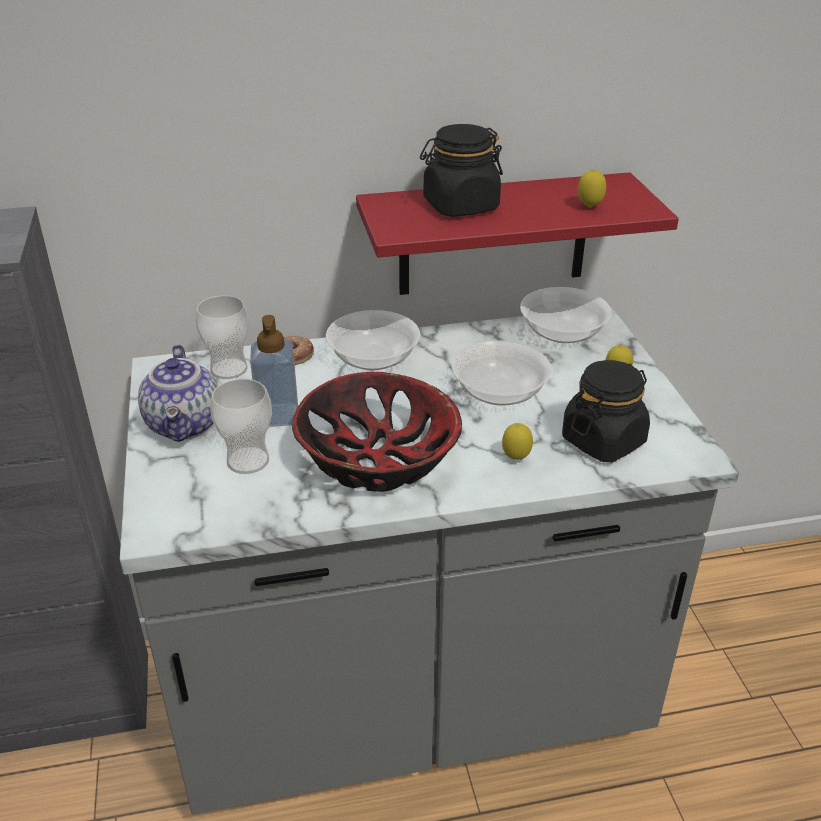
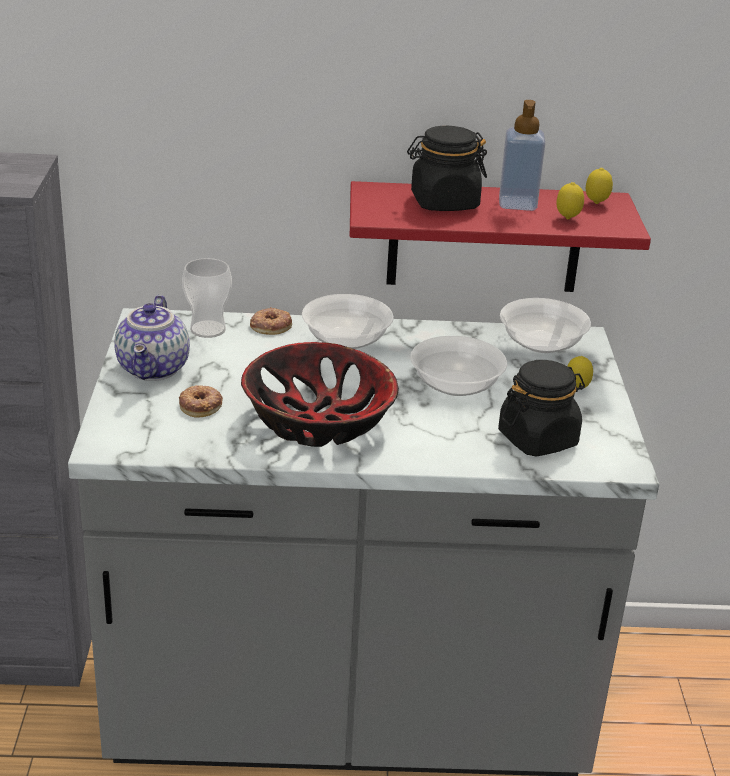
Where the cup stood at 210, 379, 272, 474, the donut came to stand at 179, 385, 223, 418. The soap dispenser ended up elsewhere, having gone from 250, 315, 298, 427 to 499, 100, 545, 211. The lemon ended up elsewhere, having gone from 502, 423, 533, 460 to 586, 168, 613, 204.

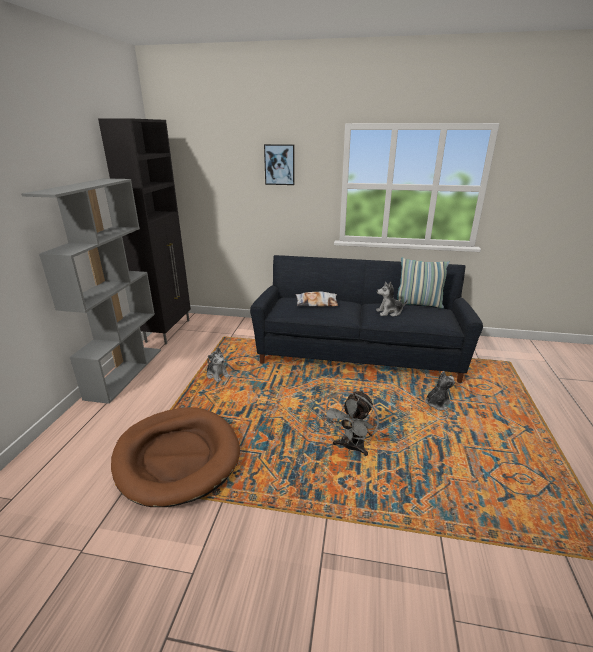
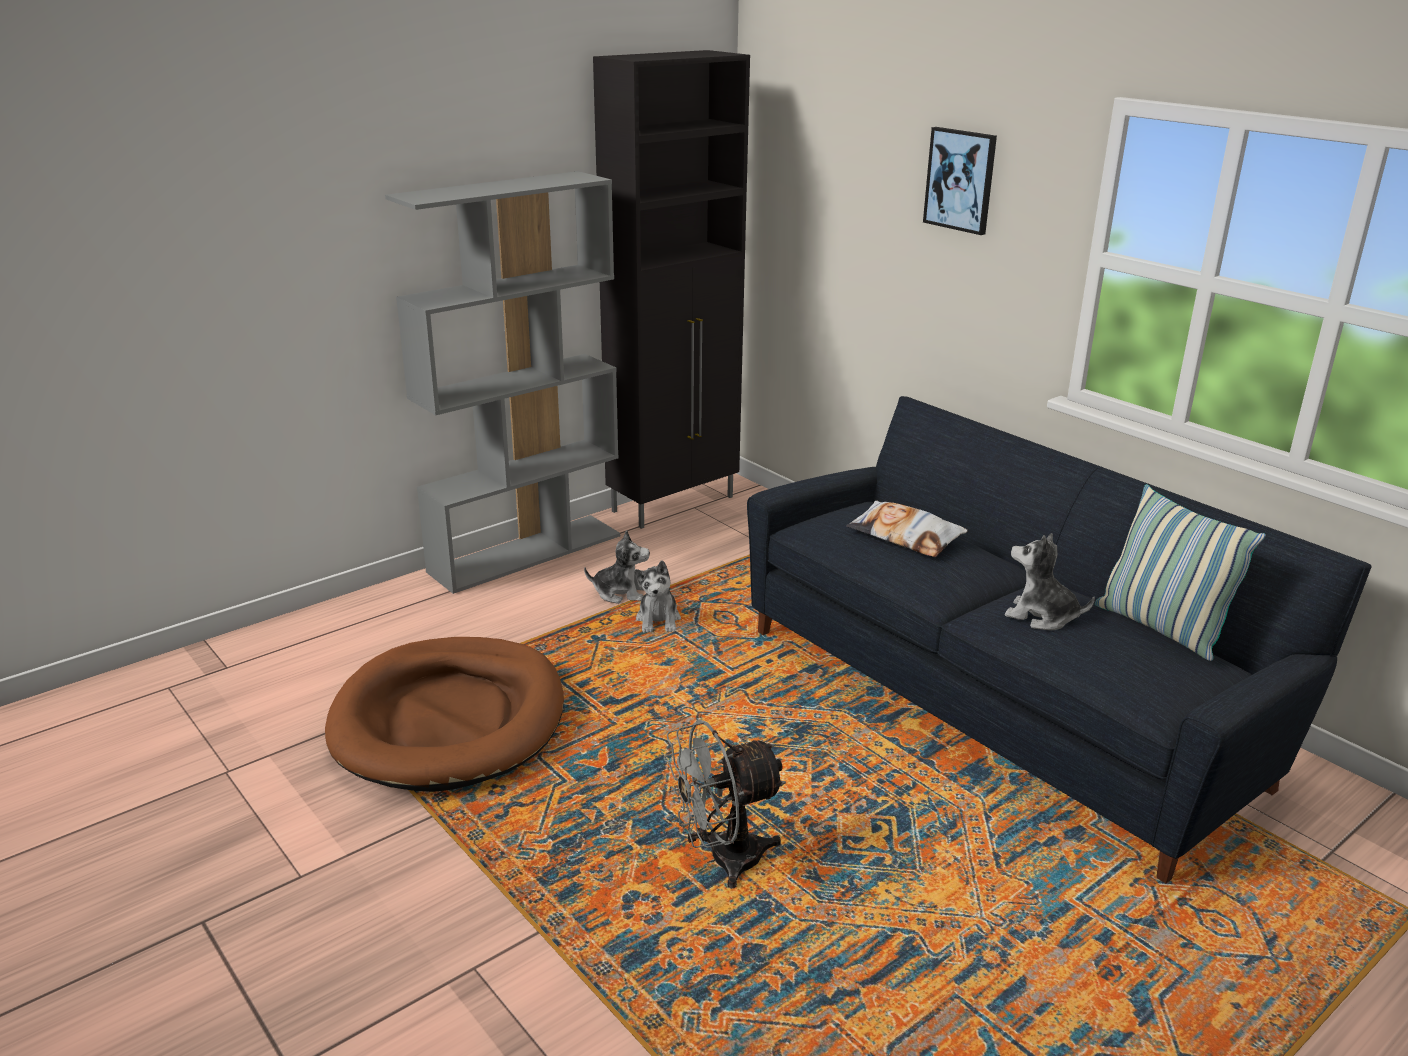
The plush toy ended up elsewhere, having gone from 425, 371, 455, 410 to 584, 530, 650, 604.

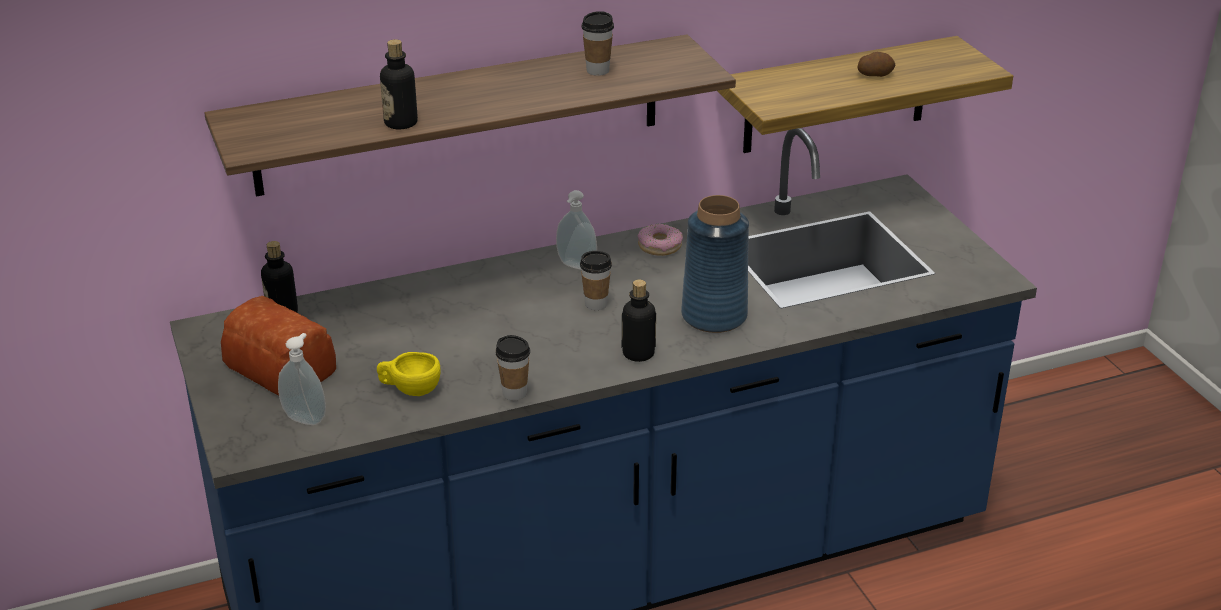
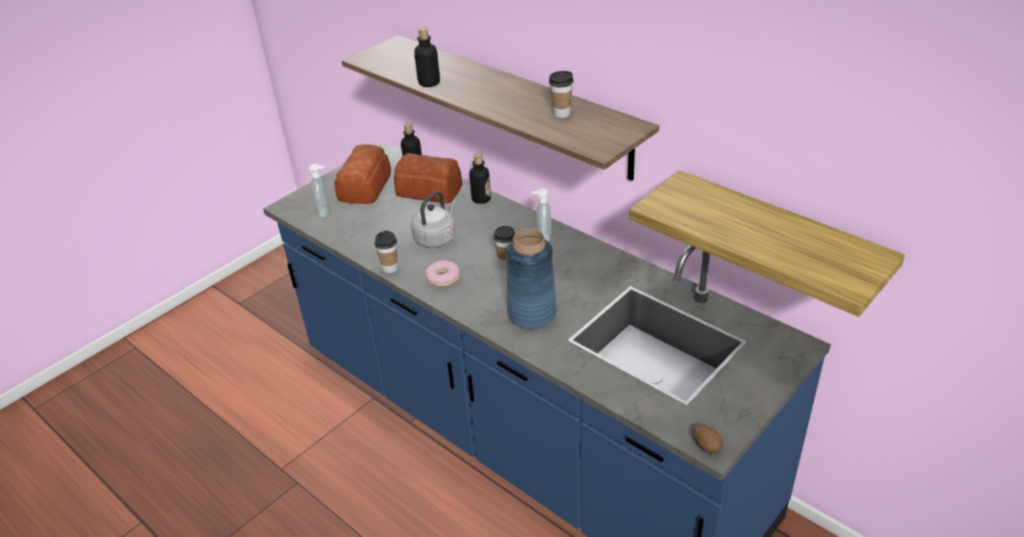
The second view lost the yellow cup at 377, 352, 440, 396. The bottle ended up elsewhere, having gone from 622, 280, 656, 362 to 469, 153, 491, 204. The donut ended up elsewhere, having gone from 638, 224, 683, 256 to 426, 260, 460, 287. The potato ended up elsewhere, having gone from 857, 52, 895, 77 to 692, 424, 723, 454. The second view gained the bread at 394, 153, 463, 204. The second view gained the grey kettle at 411, 191, 457, 248.

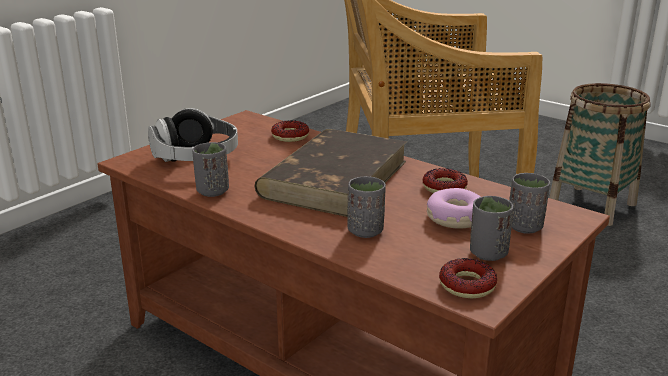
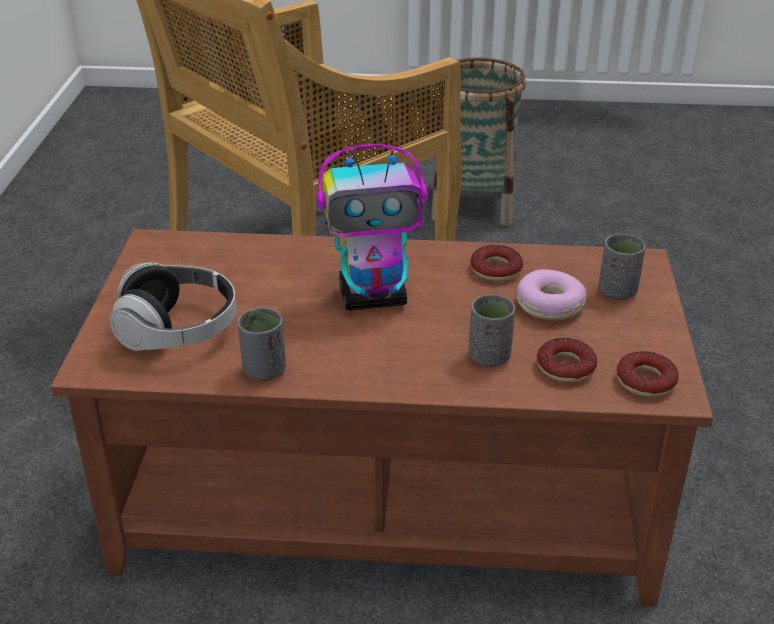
Where the brown book stood at 255, 129, 407, 217, the toy robot came to stand at 316, 144, 428, 311. The donut ended up elsewhere, having gone from 271, 120, 309, 142 to 537, 338, 597, 383. The second view lost the grey cup at 470, 196, 513, 261.

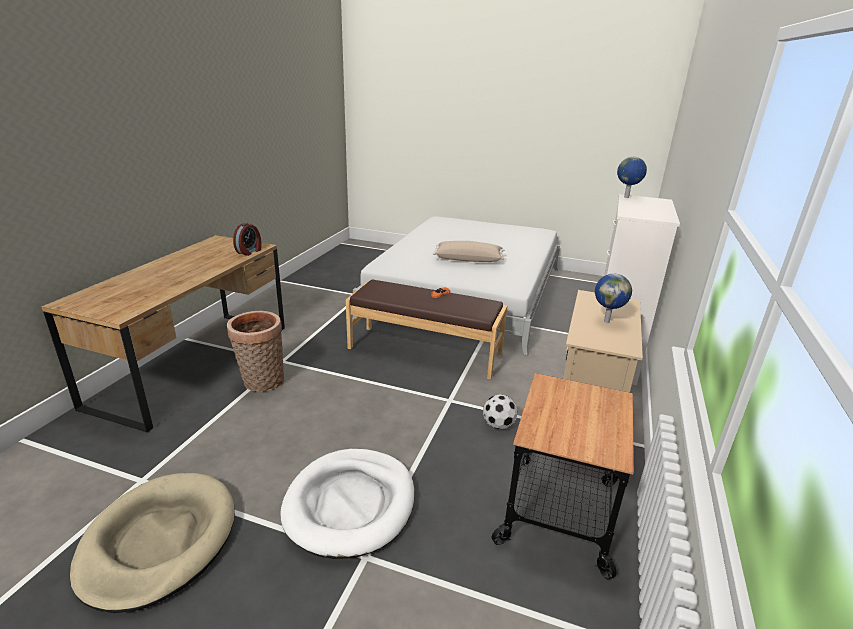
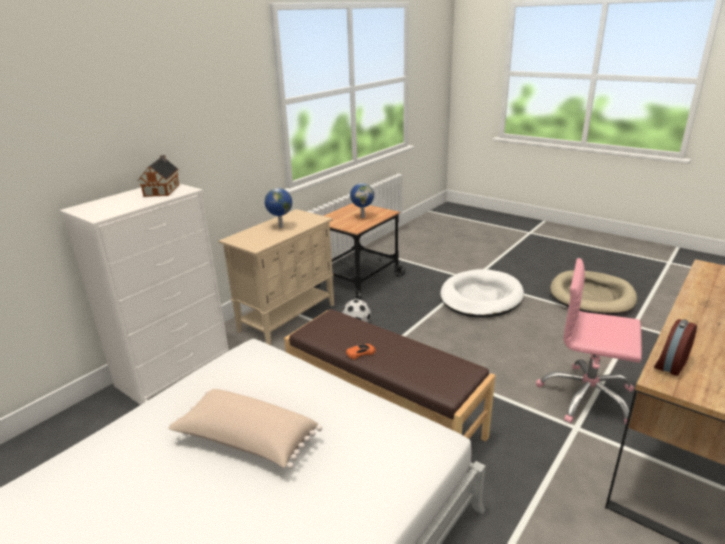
Where the basket stood at 227, 311, 284, 392, the pink office chair came to stand at 536, 258, 642, 425. The globe ended up elsewhere, having gone from 617, 157, 647, 198 to 350, 183, 374, 218. The second view gained the toy house at 138, 155, 179, 197.

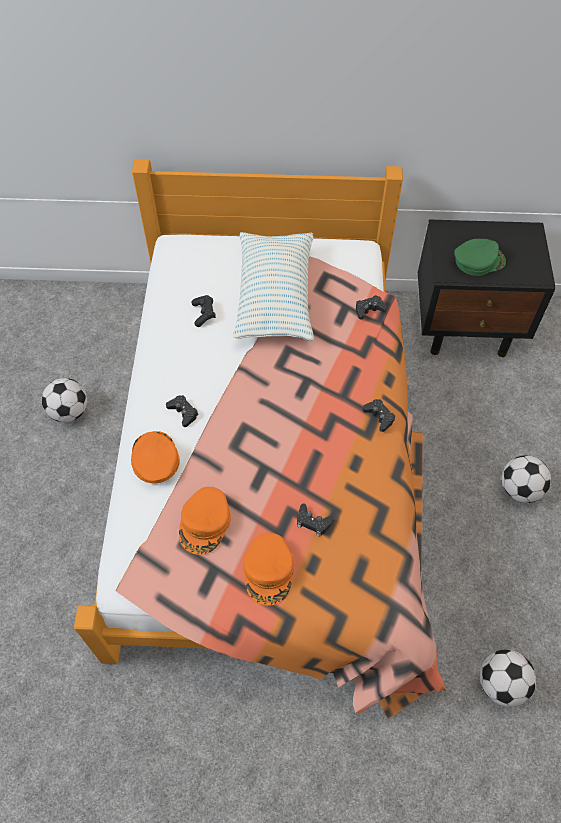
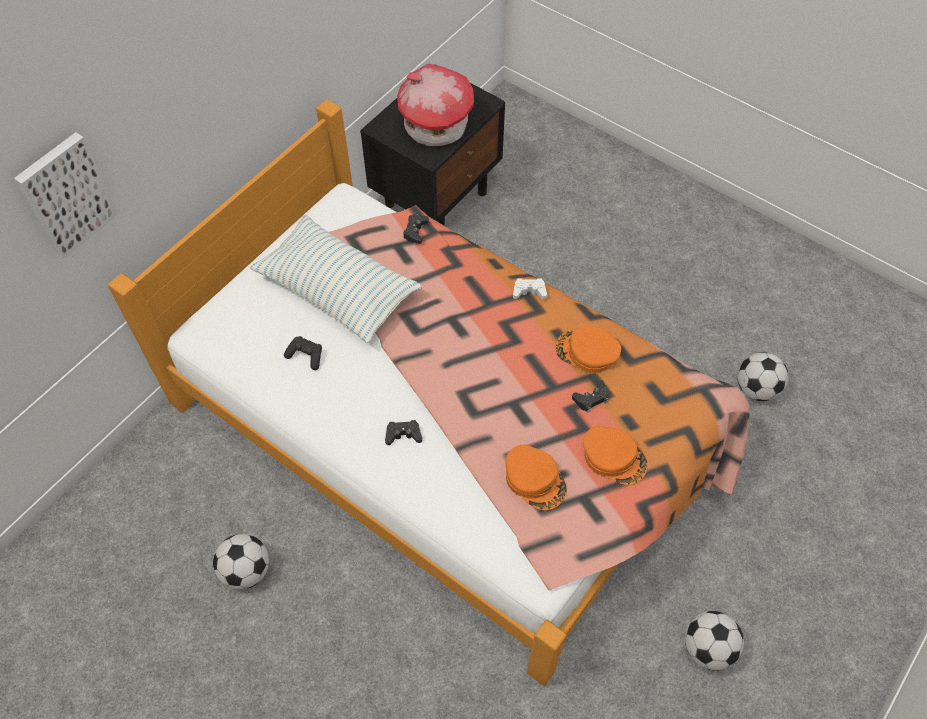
The orange cap ended up elsewhere, having gone from 131, 431, 180, 483 to 555, 326, 621, 373. What was the black game controller at 362, 399, 395, 432 turned into the white game controller at 513, 278, 547, 299. Where the green cap stood at 454, 239, 506, 276, the toy house came to stand at 397, 63, 474, 146. The football ended up elsewhere, having gone from 502, 455, 551, 503 to 685, 611, 744, 670. The second view gained the picture at 14, 132, 119, 258.

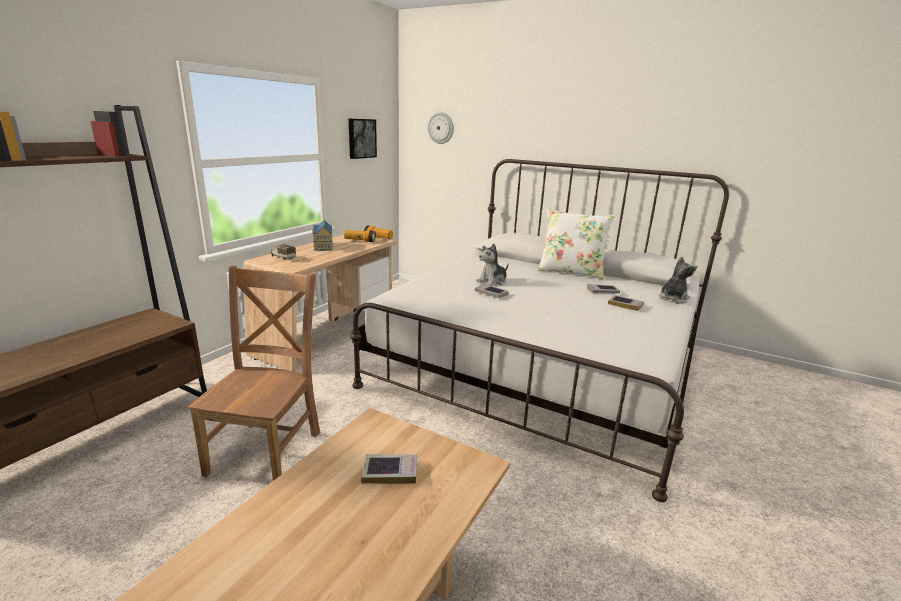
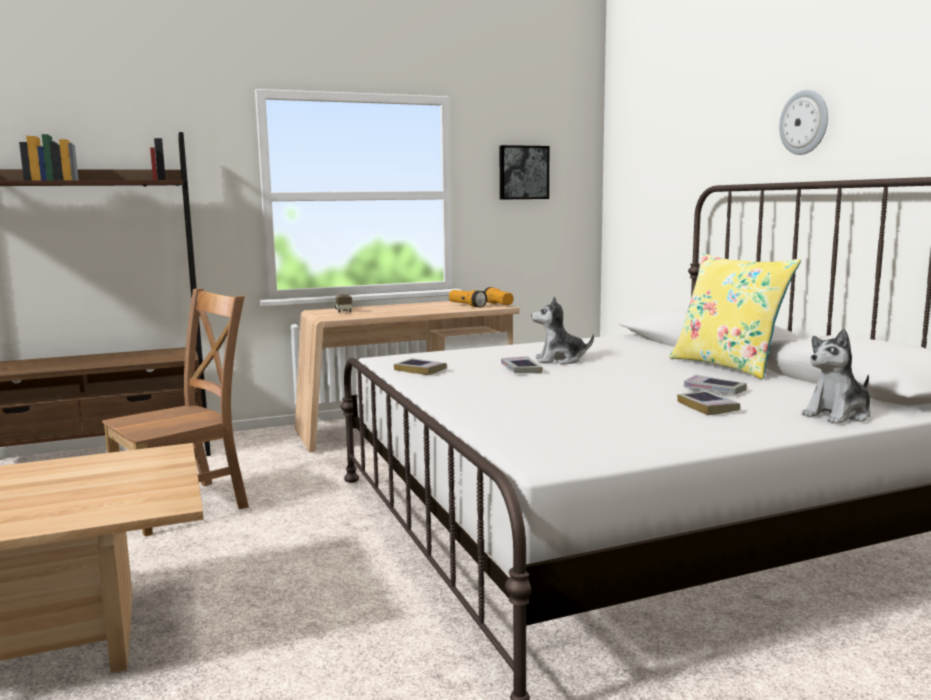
The second view lost the toy house at 313, 220, 333, 251. The book ended up elsewhere, having gone from 361, 454, 417, 484 to 394, 358, 447, 375. The wall clock ended up elsewhere, having gone from 428, 112, 454, 144 to 779, 90, 828, 155. What was the white pillow at 537, 208, 615, 280 turned into the yellow pillow at 669, 253, 801, 379. The plush toy at 659, 257, 697, 304 ended up facing another way, 150 degrees clockwise from before.

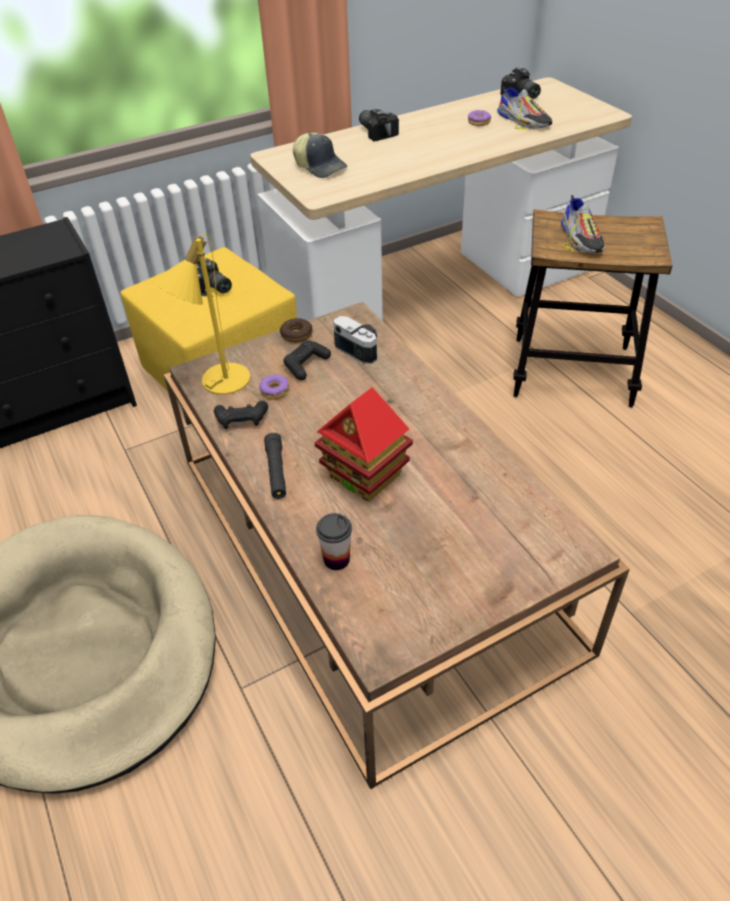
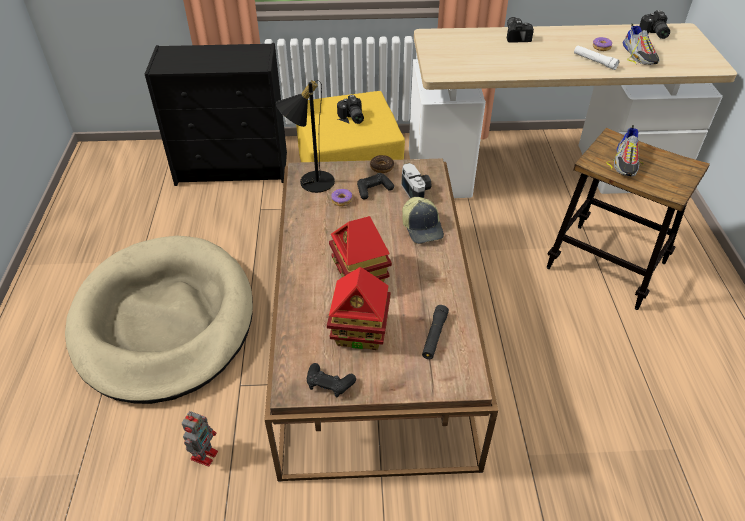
What was the yellow table lamp at 152, 234, 250, 395 turned into the black table lamp at 276, 80, 335, 193. The black game controller ended up elsewhere, having gone from 214, 401, 268, 429 to 307, 363, 356, 397. The black flashlight ended up elsewhere, having gone from 264, 433, 286, 499 to 422, 305, 449, 359. The cap ended up elsewhere, having gone from 293, 133, 347, 178 to 402, 197, 444, 244. The second view lost the cup at 316, 513, 352, 570. The second view gained the toy robot at 182, 411, 218, 467. The second view gained the toy house at 327, 267, 391, 350. The second view gained the white flashlight at 574, 46, 620, 70.

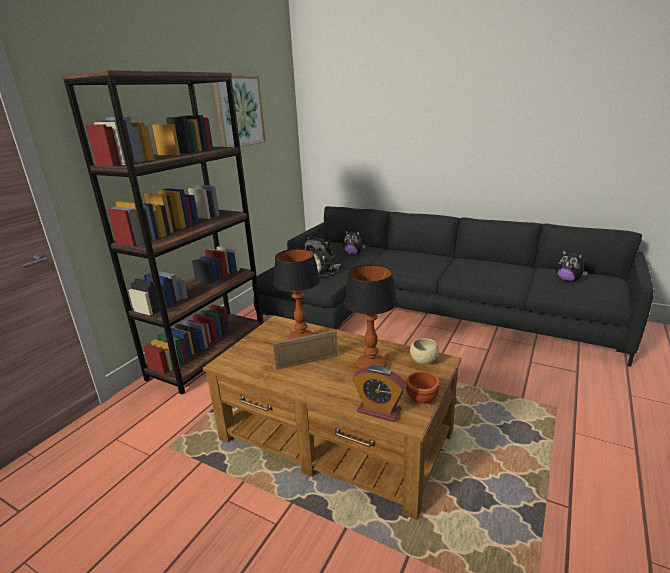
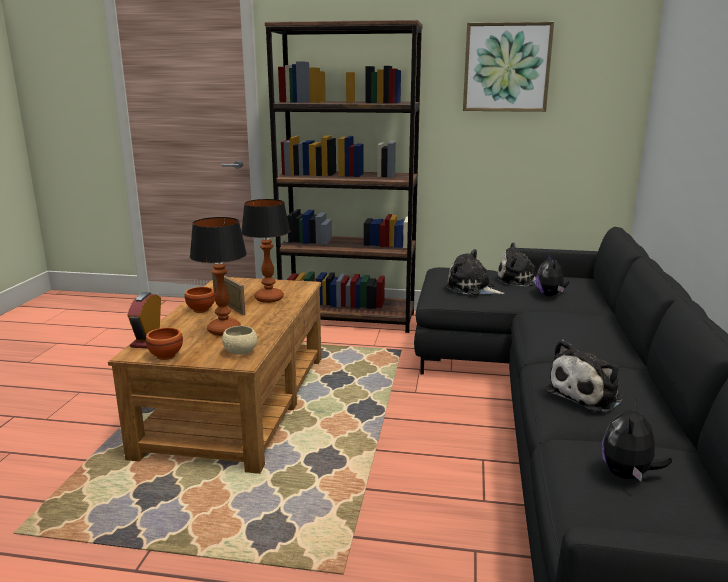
The second view gained the brown bowl at 185, 287, 215, 313. The second view gained the plush toy at 545, 340, 623, 412.

